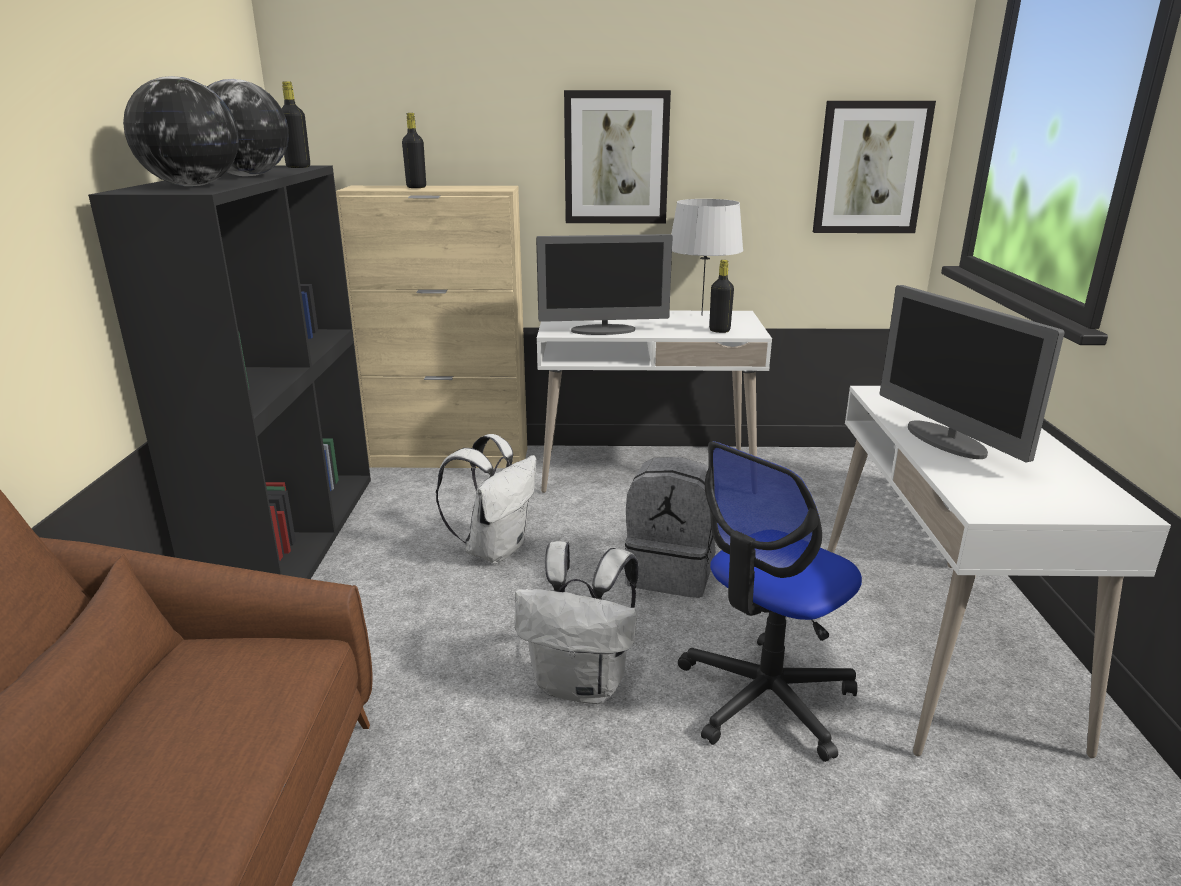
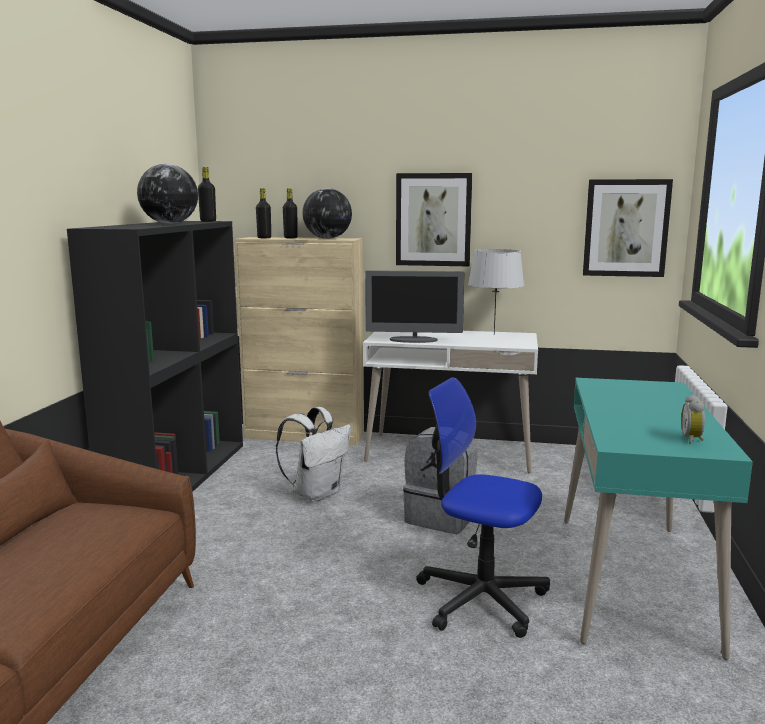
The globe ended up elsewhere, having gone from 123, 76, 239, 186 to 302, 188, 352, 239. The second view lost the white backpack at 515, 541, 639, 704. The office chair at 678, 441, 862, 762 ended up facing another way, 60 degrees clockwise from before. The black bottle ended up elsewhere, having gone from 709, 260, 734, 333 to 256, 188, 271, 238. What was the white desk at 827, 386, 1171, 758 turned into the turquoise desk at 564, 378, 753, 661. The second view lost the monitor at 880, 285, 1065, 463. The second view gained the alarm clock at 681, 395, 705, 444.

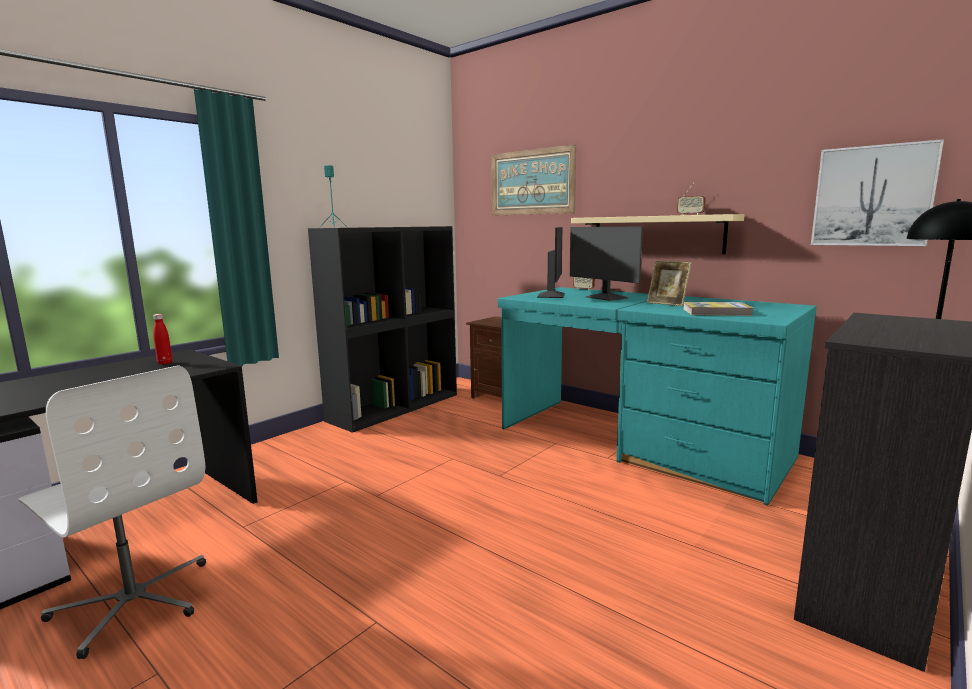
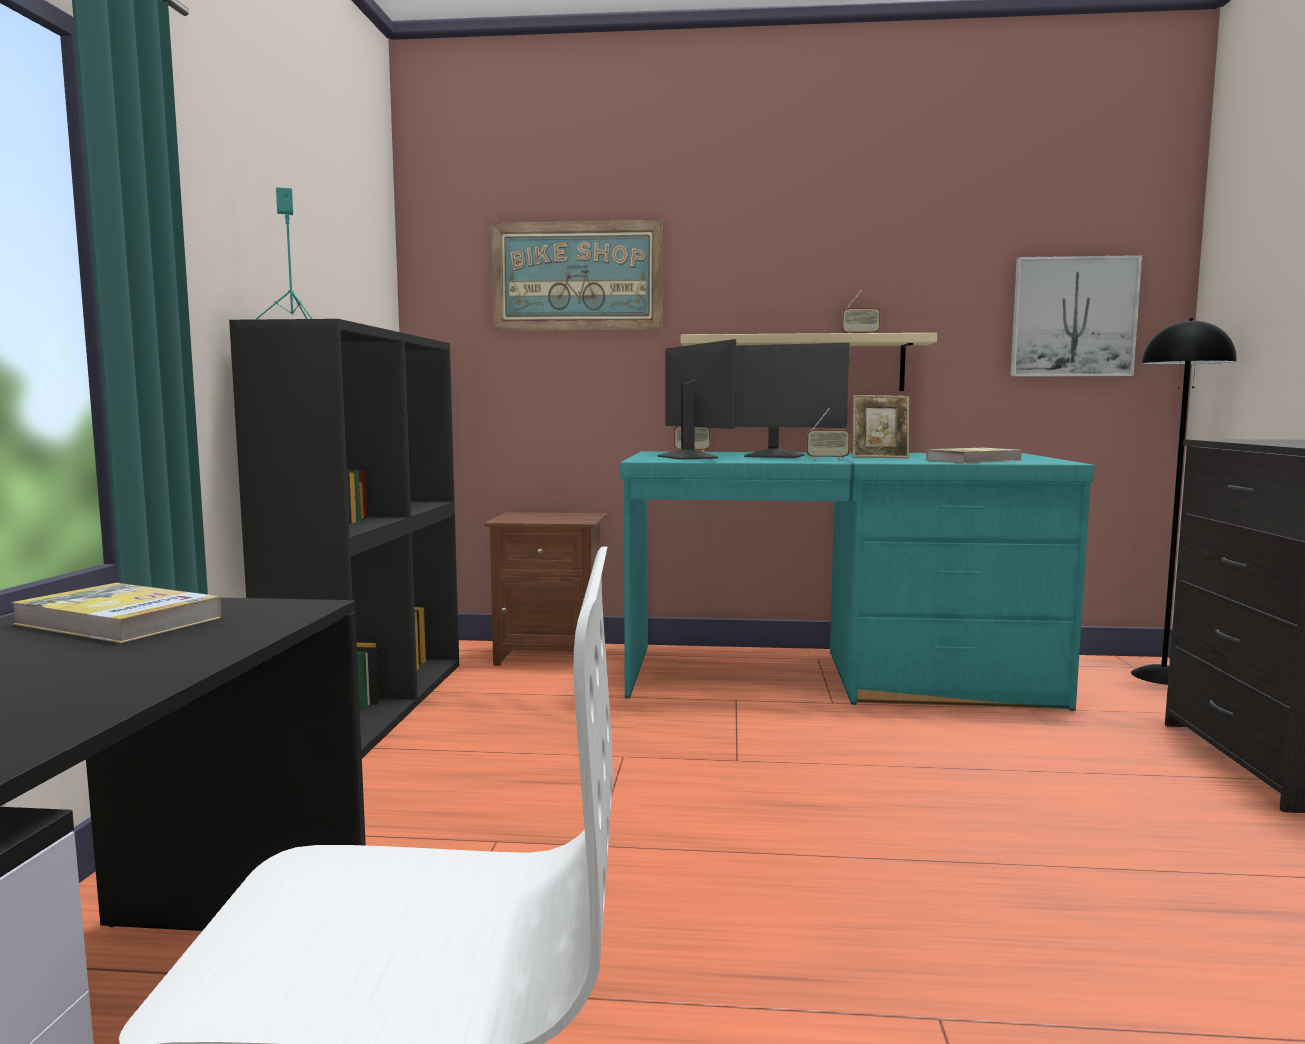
Where the red bottle stood at 153, 314, 172, 365, the book came to stand at 11, 583, 221, 643. The second view gained the radio at 806, 408, 850, 460.

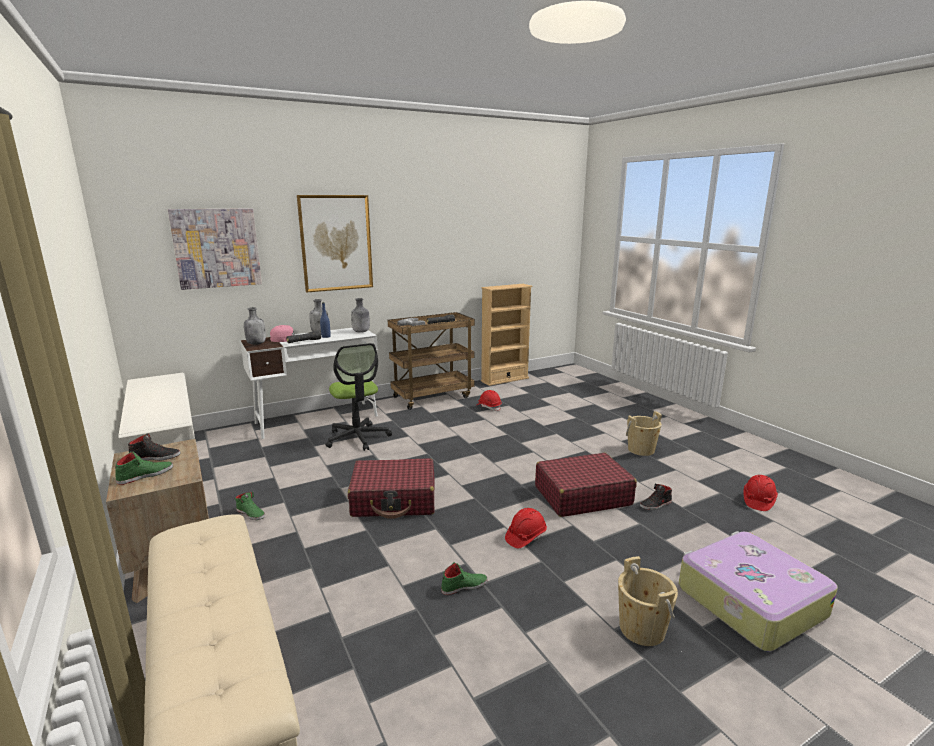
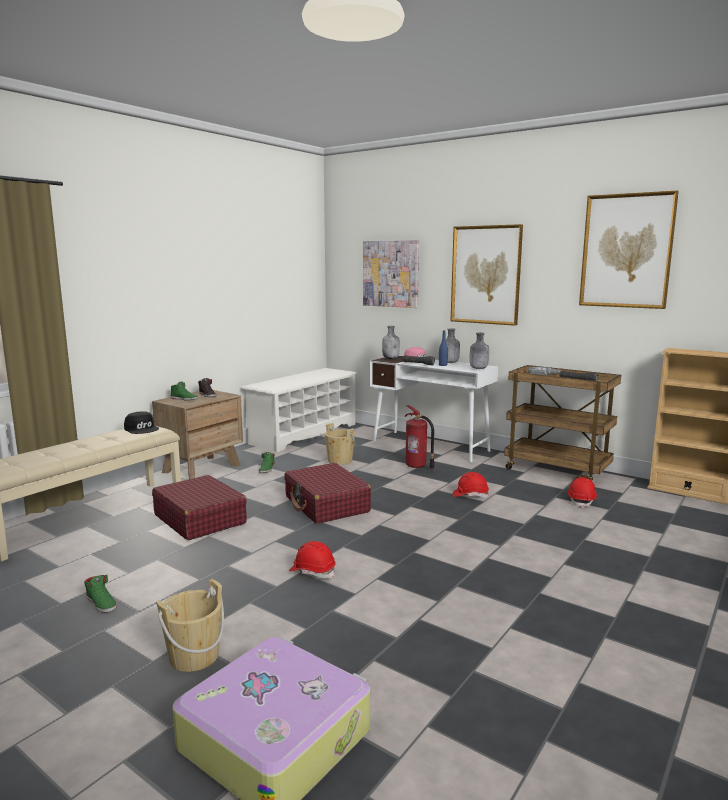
Where the office chair stood at 325, 343, 392, 451, the fire extinguisher came to stand at 404, 405, 434, 469. The green shoe ended up elsewhere, having gone from 441, 562, 488, 595 to 84, 575, 117, 613. The red suitcase ended up elsewhere, having gone from 535, 453, 637, 517 to 152, 475, 247, 540. The beige bucket ended up elsewhere, having gone from 626, 411, 662, 456 to 325, 423, 355, 465. The second view lost the black shoe at 640, 483, 672, 510. The red hard hat ended up elsewhere, having gone from 744, 475, 778, 511 to 452, 472, 489, 498. The second view gained the black cap at 124, 411, 159, 434. The second view gained the picture at 579, 190, 679, 309.

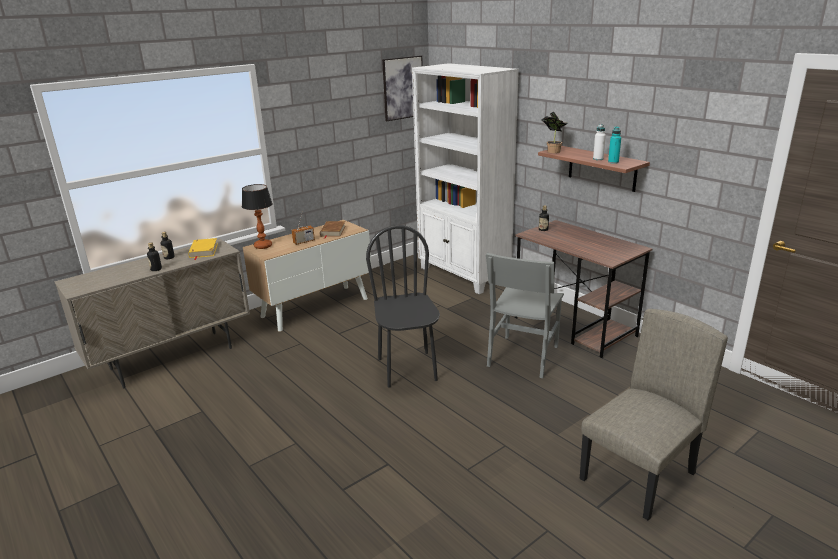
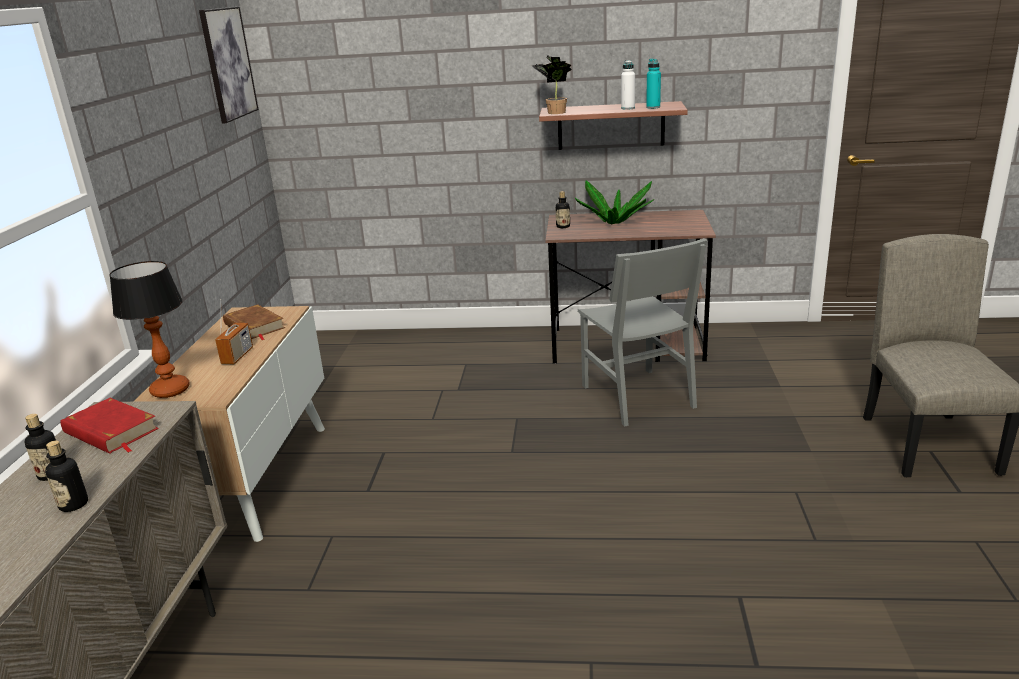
What was the yellow book at 188, 238, 218, 260 turned into the red book at 60, 398, 159, 454. The second view lost the black chair at 366, 225, 440, 388. The second view lost the white bookcase at 412, 63, 519, 294. The second view gained the potted plant at 575, 180, 654, 224.

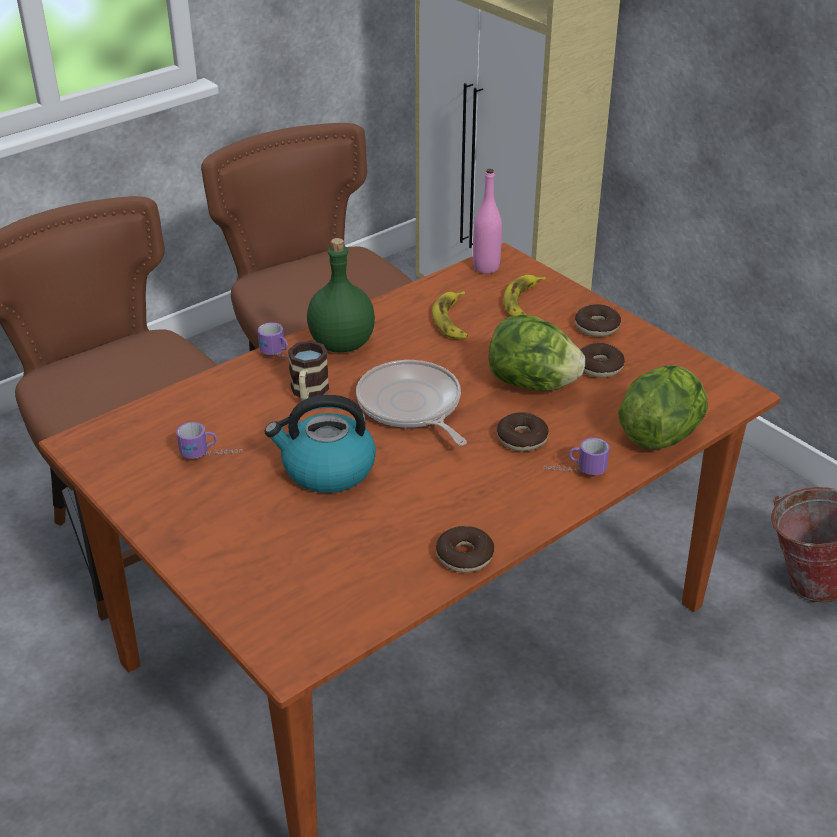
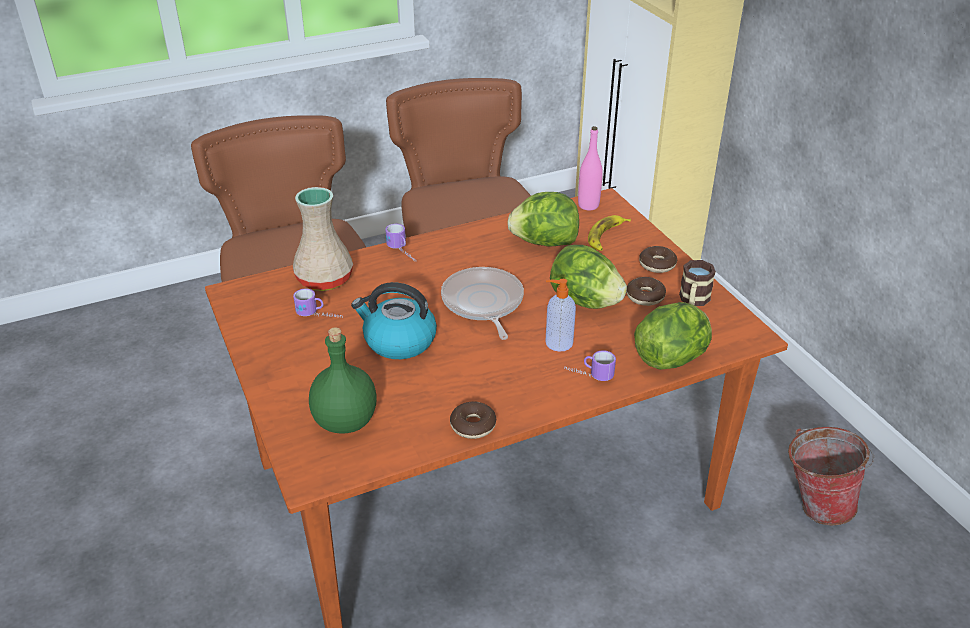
The mug ended up elsewhere, having gone from 288, 340, 330, 401 to 679, 260, 716, 306. The green bottle ended up elsewhere, having gone from 307, 238, 375, 353 to 309, 327, 376, 434. Where the banana stood at 432, 291, 468, 339, the lettuce came to stand at 507, 192, 579, 247. Where the donut stood at 497, 412, 549, 452, the soap dispenser came to stand at 545, 279, 576, 352. The second view gained the beige vase at 293, 187, 353, 291.

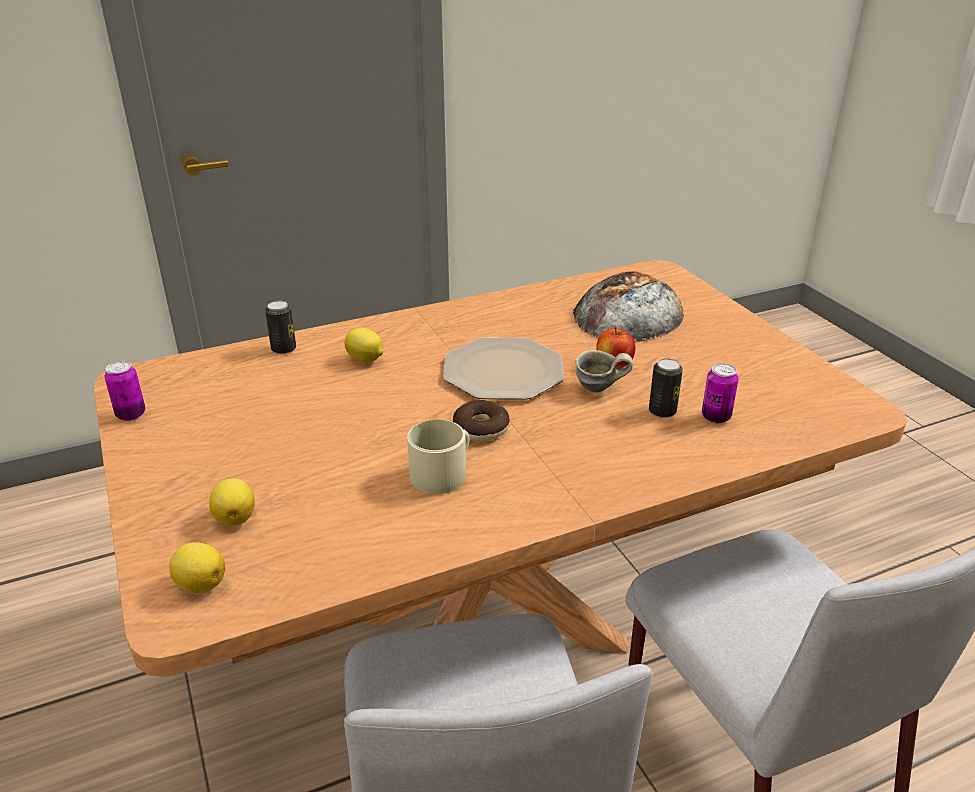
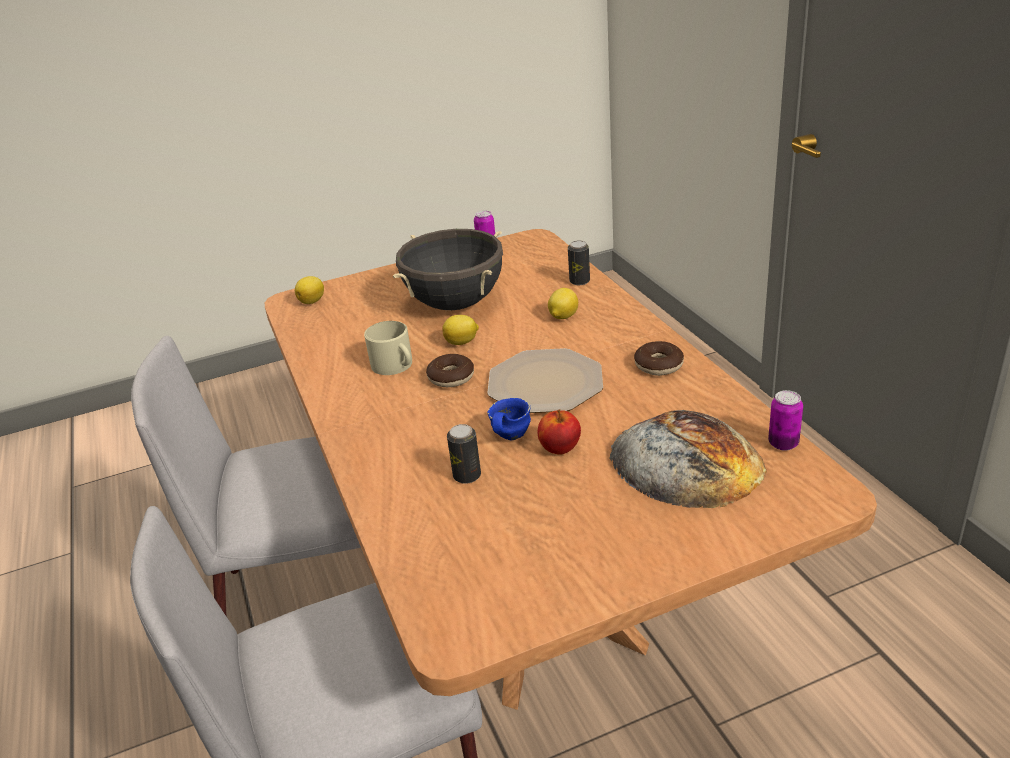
The lemon ended up elsewhere, having gone from 209, 478, 255, 526 to 442, 315, 479, 345. What was the grey mug at 575, 350, 633, 392 turned into the blue mug at 488, 398, 531, 440. The can ended up elsewhere, having gone from 702, 363, 739, 423 to 768, 390, 803, 450. The second view gained the black cooking pot at 393, 229, 503, 310. The second view gained the donut at 634, 341, 684, 376.

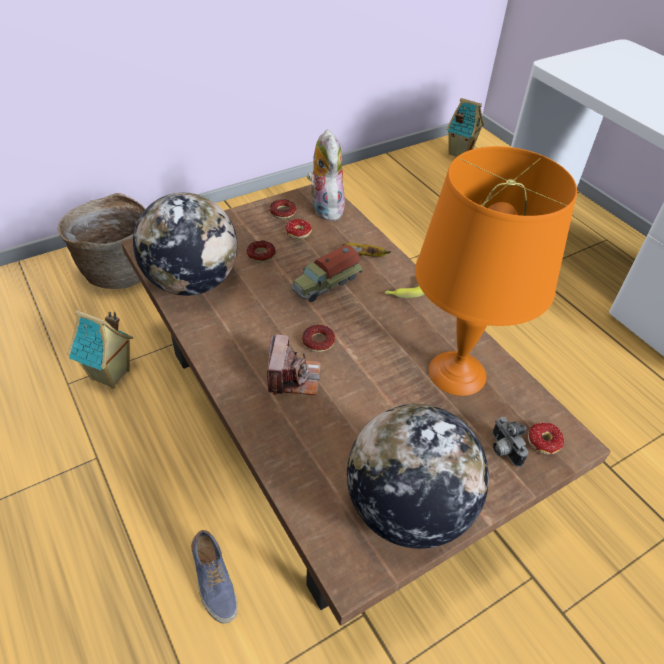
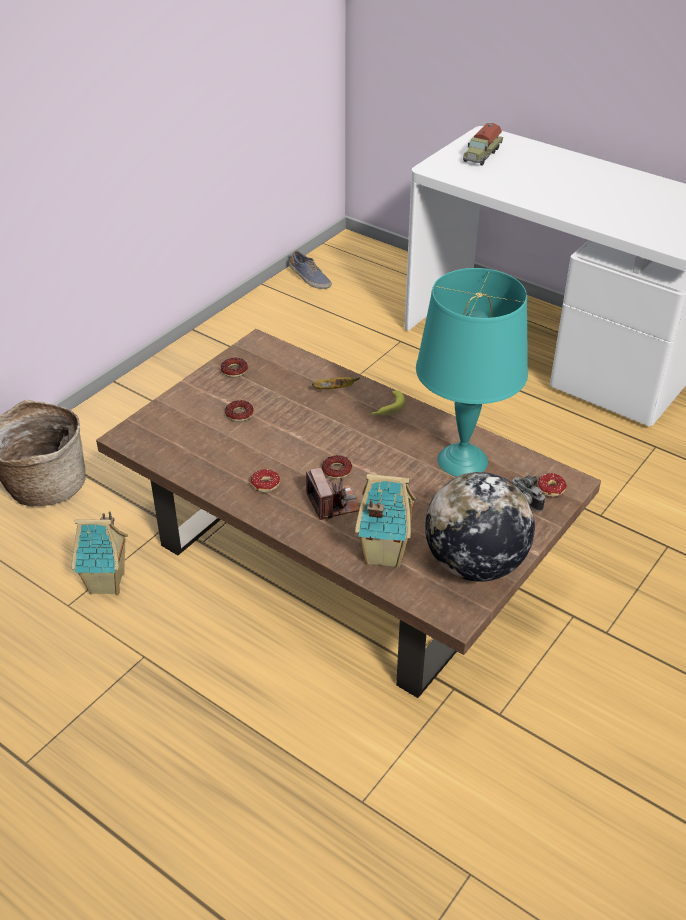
The second view lost the globe at 133, 193, 237, 296. The shoe ended up elsewhere, having gone from 191, 530, 238, 623 to 289, 250, 332, 289. The donut ended up elsewhere, having gone from 285, 219, 312, 239 to 251, 469, 280, 493. The toy truck ended up elsewhere, having gone from 291, 244, 362, 302 to 463, 123, 503, 166. The second view lost the plush toy at 307, 129, 345, 221. What was the orange table lamp at 415, 146, 577, 396 turned into the turquoise table lamp at 416, 268, 528, 477. The toy house ended up elsewhere, having gone from 446, 98, 484, 157 to 355, 474, 416, 568.

